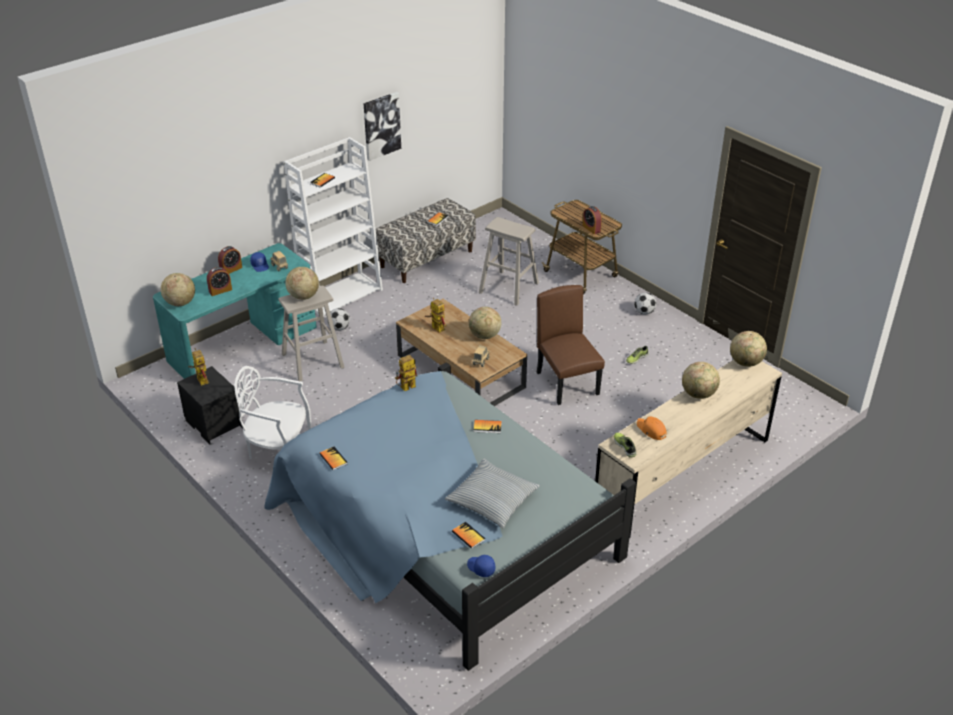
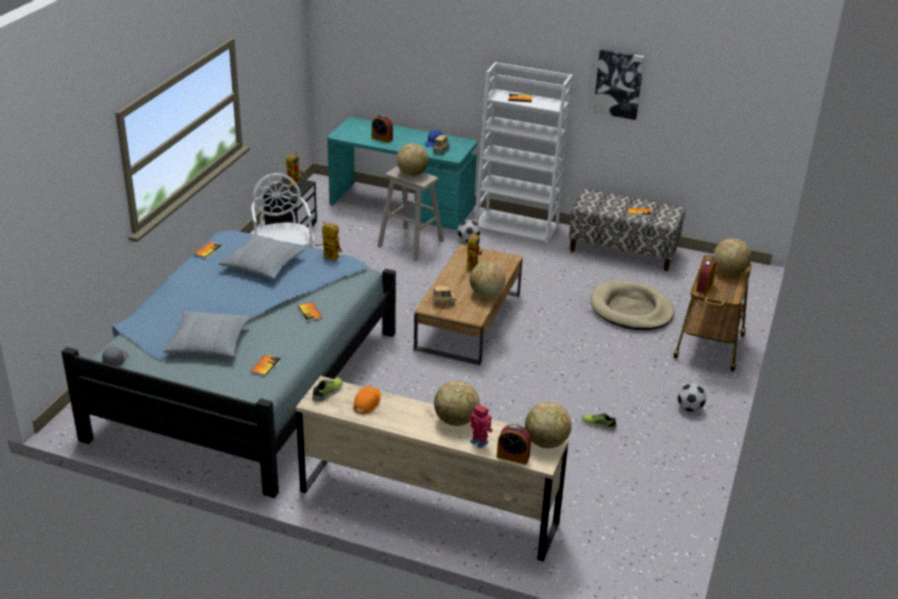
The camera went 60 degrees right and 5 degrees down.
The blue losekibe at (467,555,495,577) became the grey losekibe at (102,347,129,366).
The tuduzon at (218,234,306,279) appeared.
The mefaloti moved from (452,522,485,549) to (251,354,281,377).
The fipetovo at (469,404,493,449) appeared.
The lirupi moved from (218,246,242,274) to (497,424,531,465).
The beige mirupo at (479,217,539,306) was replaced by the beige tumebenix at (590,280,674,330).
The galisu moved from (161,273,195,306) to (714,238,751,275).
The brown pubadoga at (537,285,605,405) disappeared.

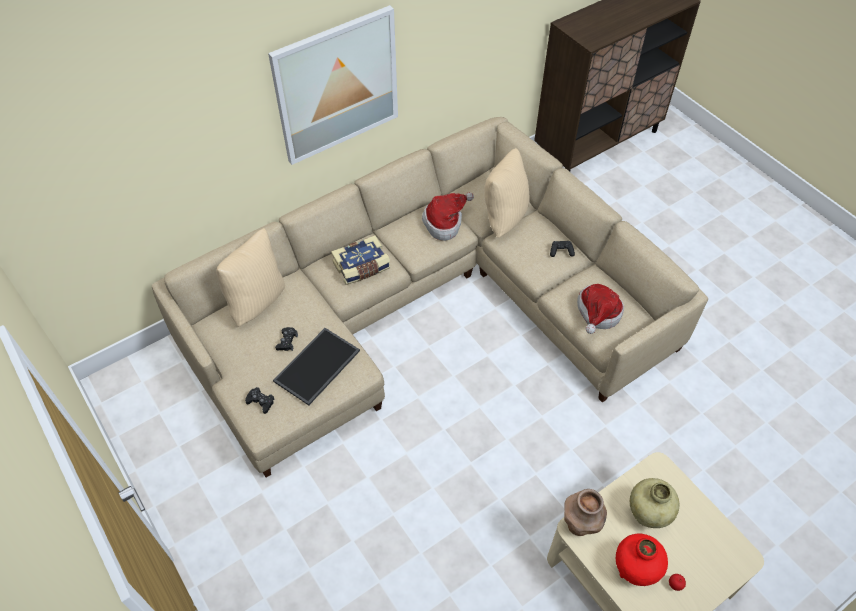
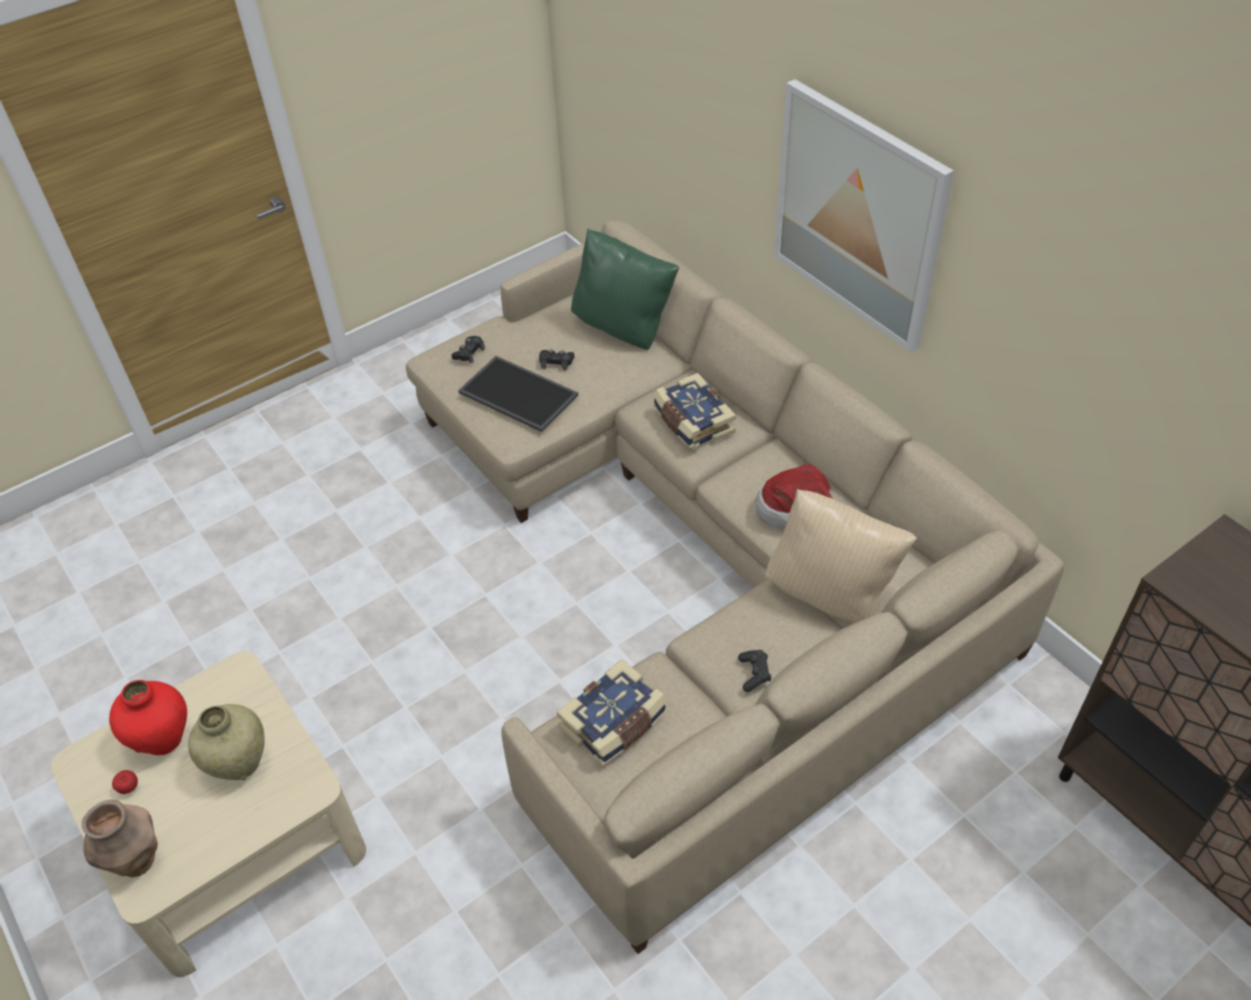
The camera went 90 degrees right and 5 degrees down.
The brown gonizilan moved from (564,489,607,536) to (82,800,158,877).
The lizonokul at (577,284,624,334) was replaced by the mefaloti at (557,659,667,767).
The beige tuduzon at (216,228,285,327) became the green tuduzon at (571,229,679,350).

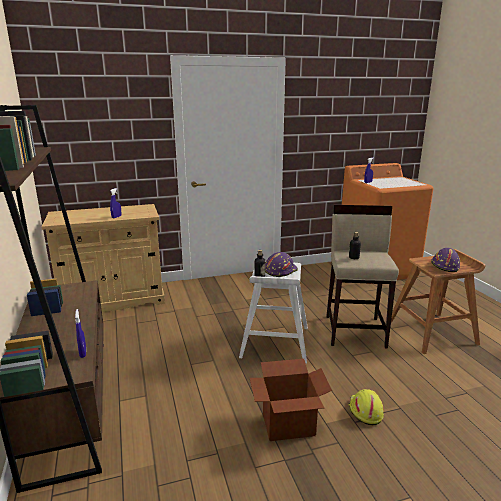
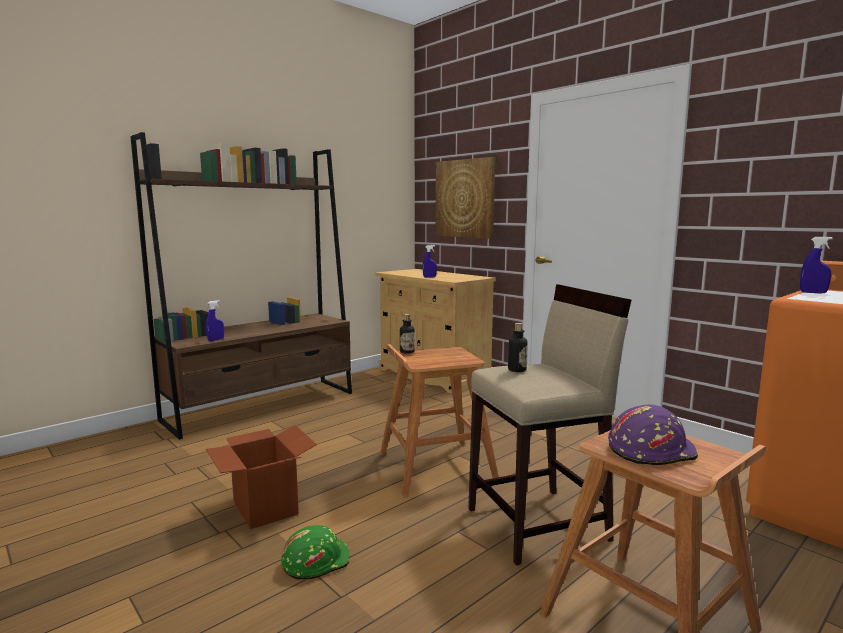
The camera went 65 degrees right and 10 degrees down.
The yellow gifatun at (348,389,384,425) became the green gifatun at (281,525,350,580).
The white mirupo at (239,263,308,364) became the brown mirupo at (380,344,499,498).
The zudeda at (435,157,495,239) appeared.
The purple gifatun at (265,252,298,277) disappeared.

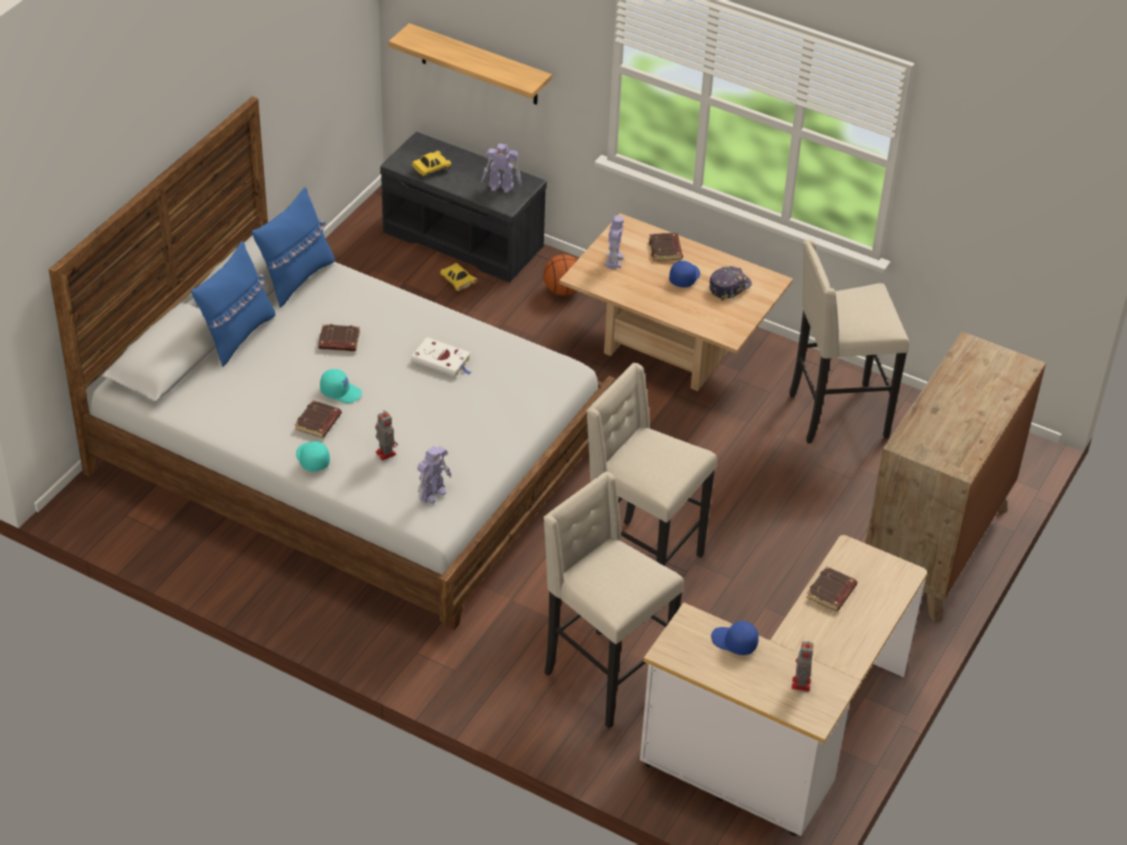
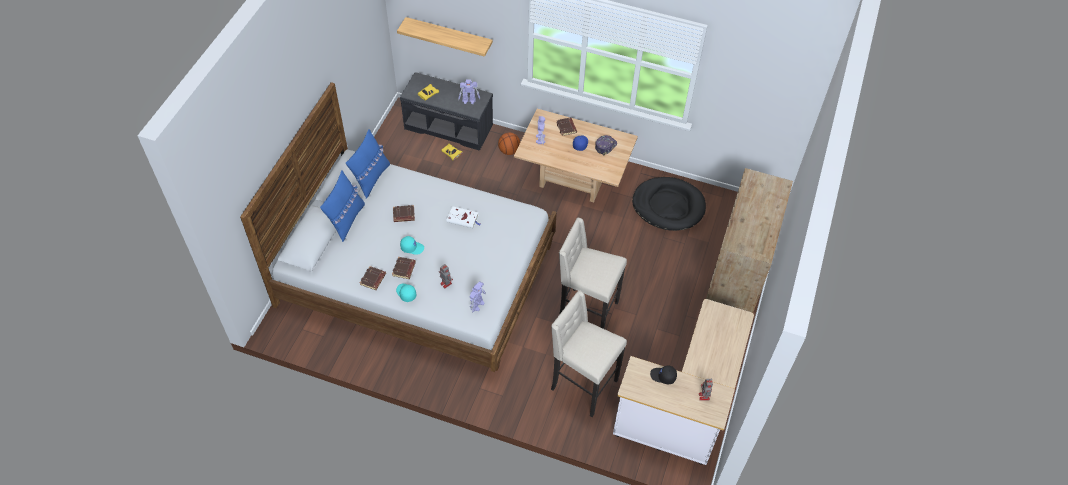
The camera went 10 degrees left and 10 degrees up.
The brown mefaloti moved from (806,566,858,611) to (360,266,386,290).
The beige mirupo at (789,240,909,444) was replaced by the black tumebenix at (632,177,706,231).
The blue losekibe at (711,621,759,655) became the black losekibe at (650,366,677,385).

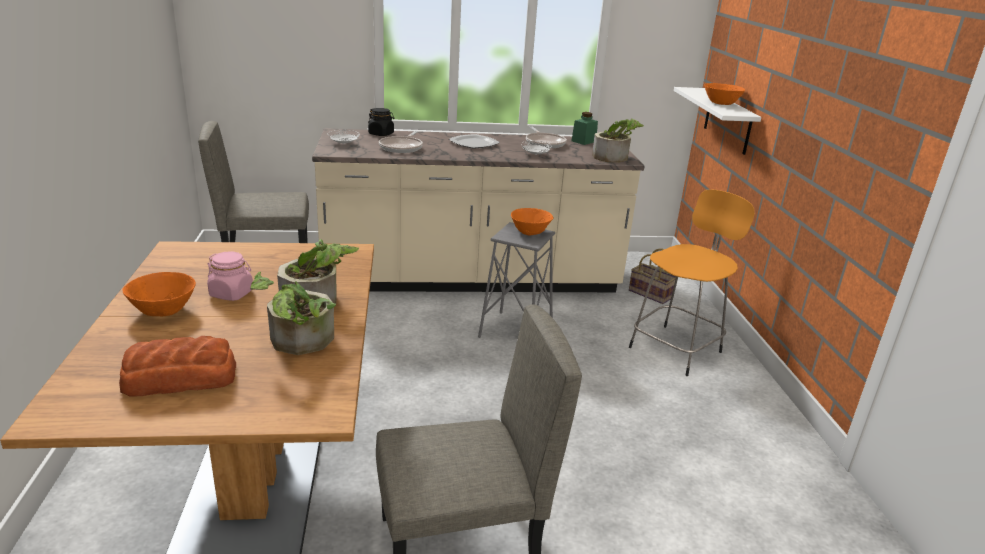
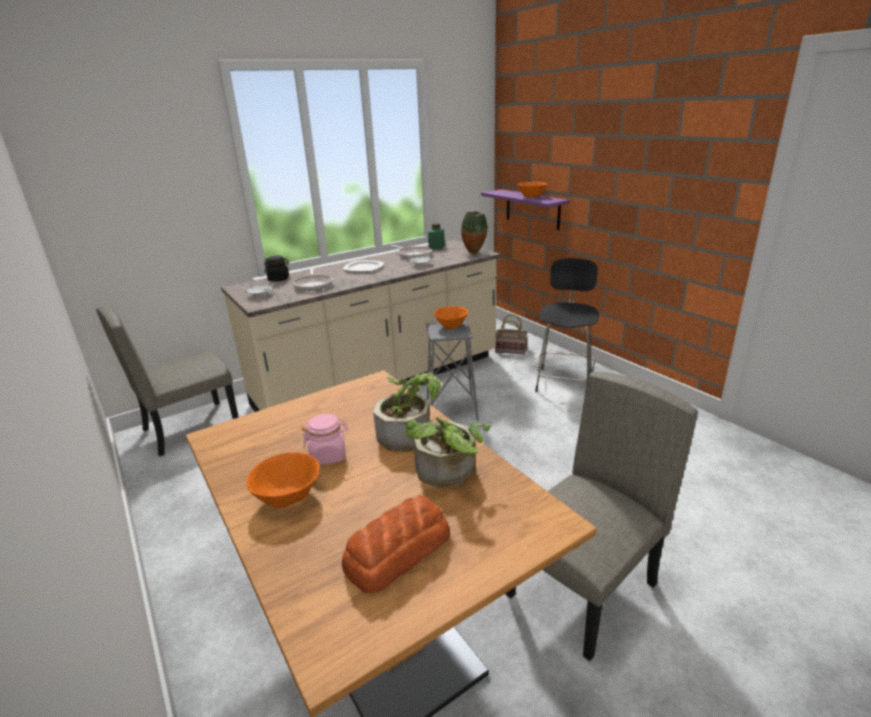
The camera went 25 degrees left and 0 degrees up.
The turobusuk at (592,119,644,163) was replaced by the gonizilan at (461,211,488,254).
The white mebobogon at (674,87,761,155) became the purple mebobogon at (481,189,570,230).
The orange mirupo at (629,189,755,376) became the black mirupo at (535,258,599,392).

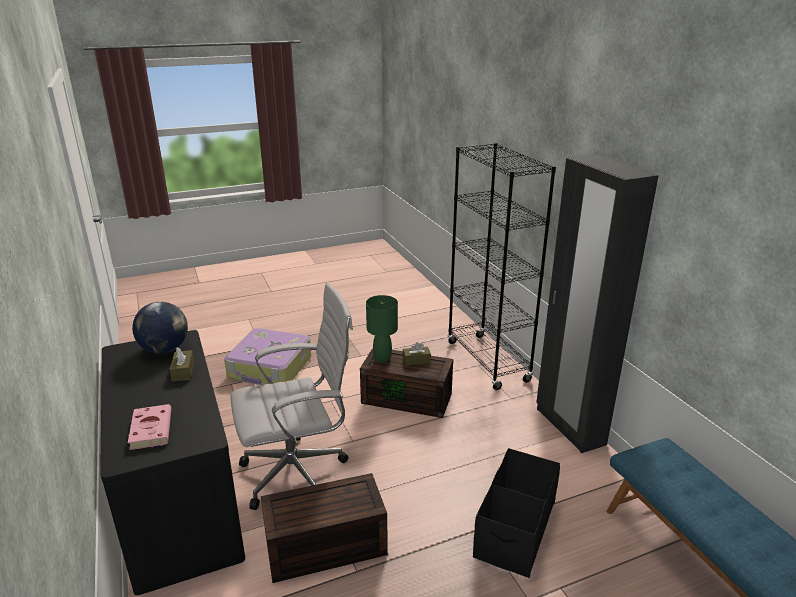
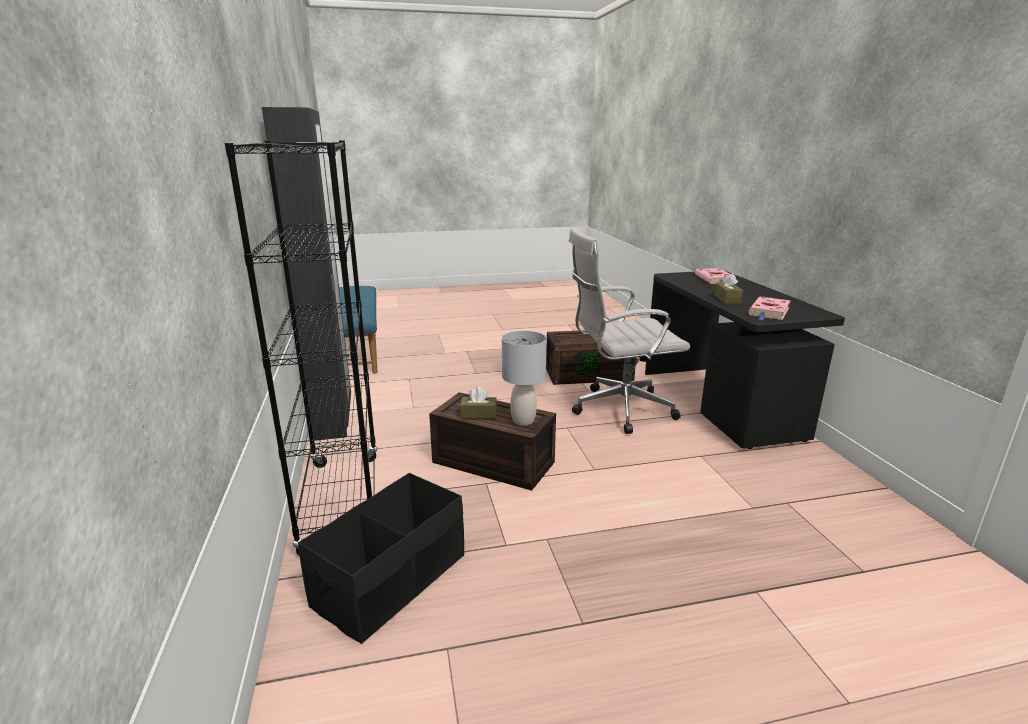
The camera went 170 degrees left and 5 degrees down.
The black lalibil moved from (473,448,560,578) to (298,473,464,644).
The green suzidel at (366,295,398,363) became the grey suzidel at (502,331,546,426).
The galisu at (132,302,188,354) was replaced by the pink mefaloti at (748,297,791,320).
The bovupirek at (224,328,311,385) disappeared.

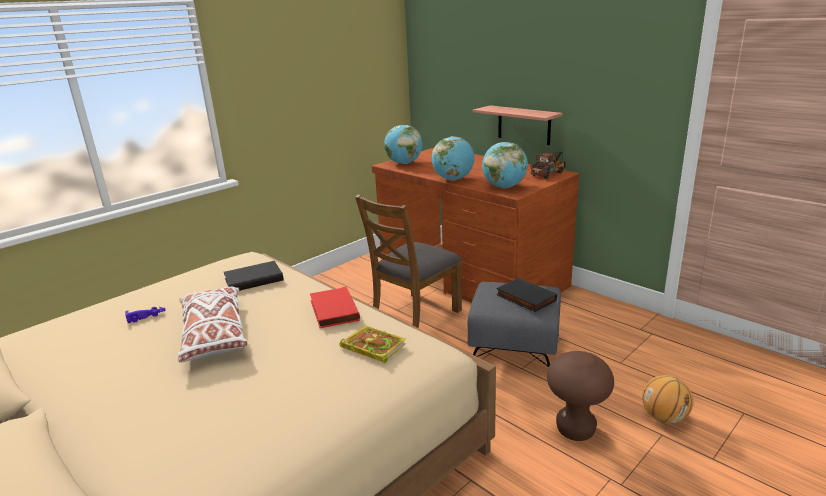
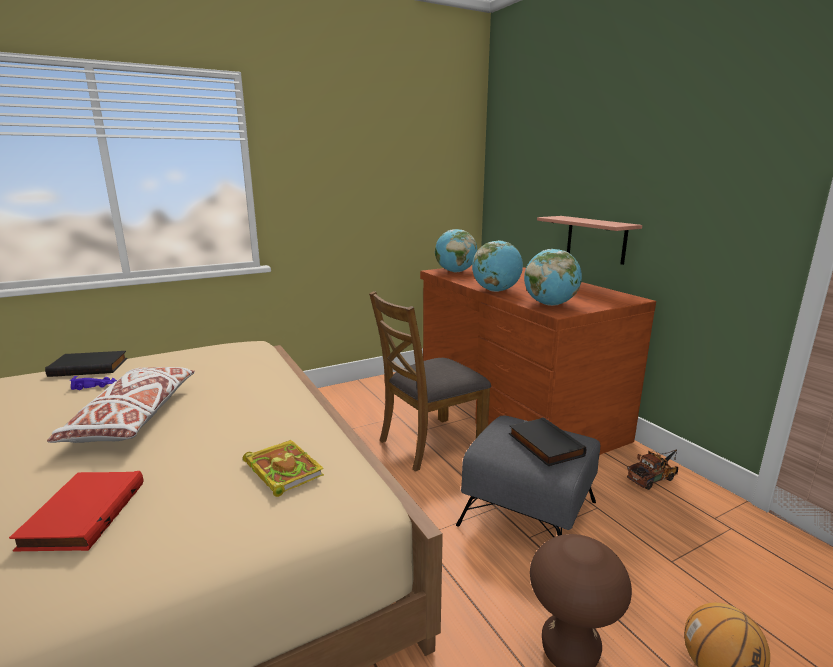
The camera went 15 degrees right and 5 degrees down.
The red mefaloti moved from (310,287,360,328) to (9,471,143,551).
The black mefaloti moved from (224,261,284,291) to (45,351,128,377).
The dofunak moved from (530,150,566,179) to (627,449,678,490).

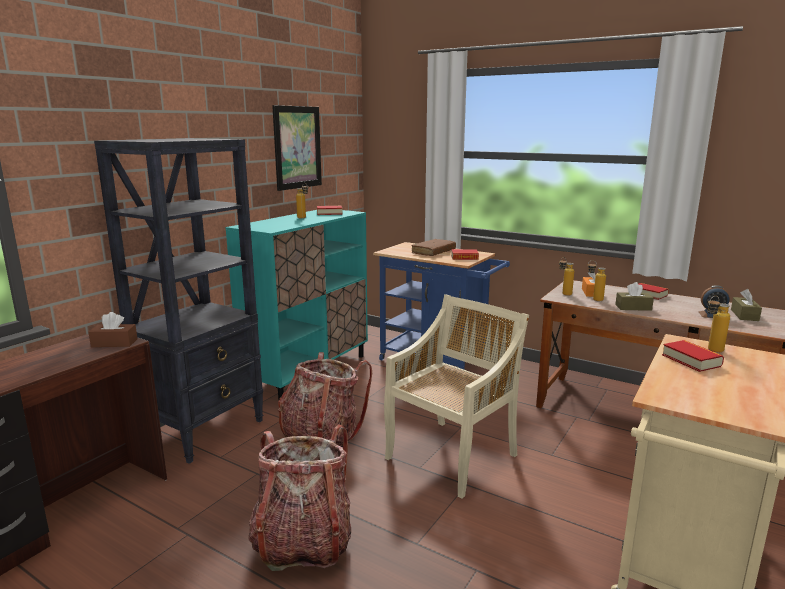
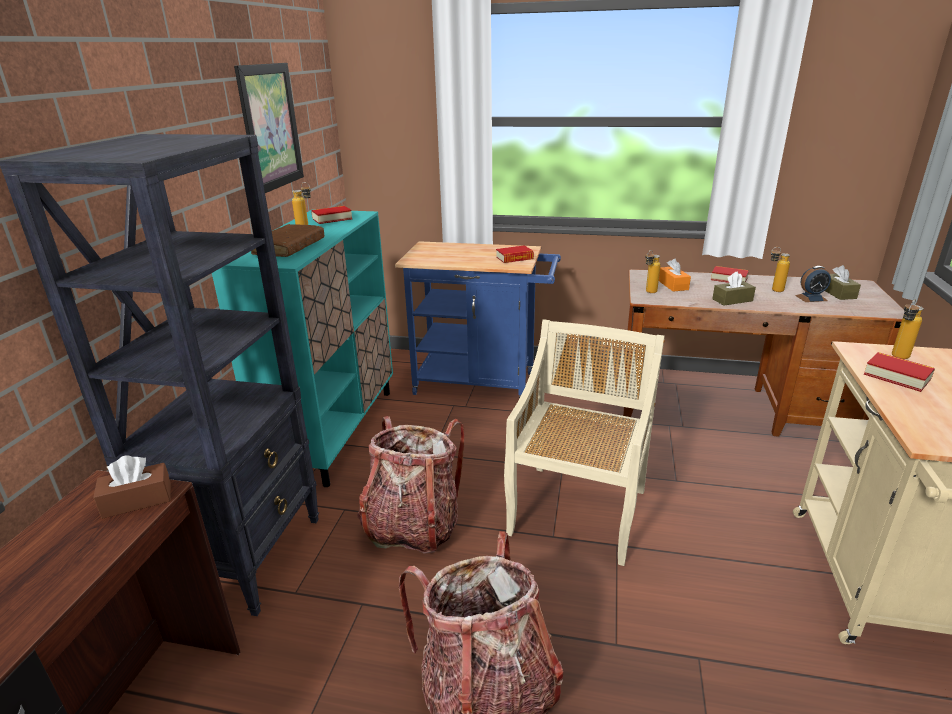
The camera went 20 degrees left and 10 degrees up.
The brown mefaloti moved from (412,239,456,256) to (251,224,324,257).
The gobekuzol moved from (588,260,606,301) to (771,247,790,292).

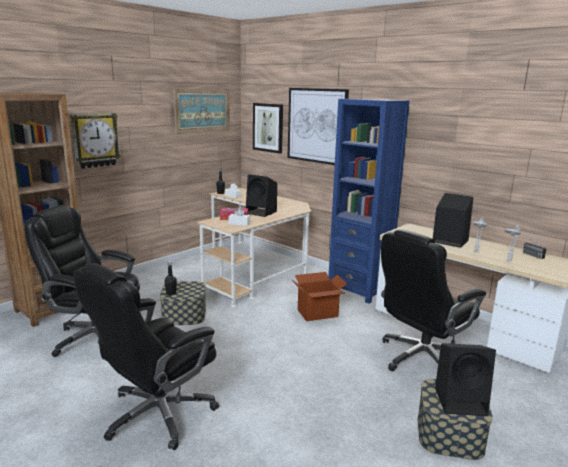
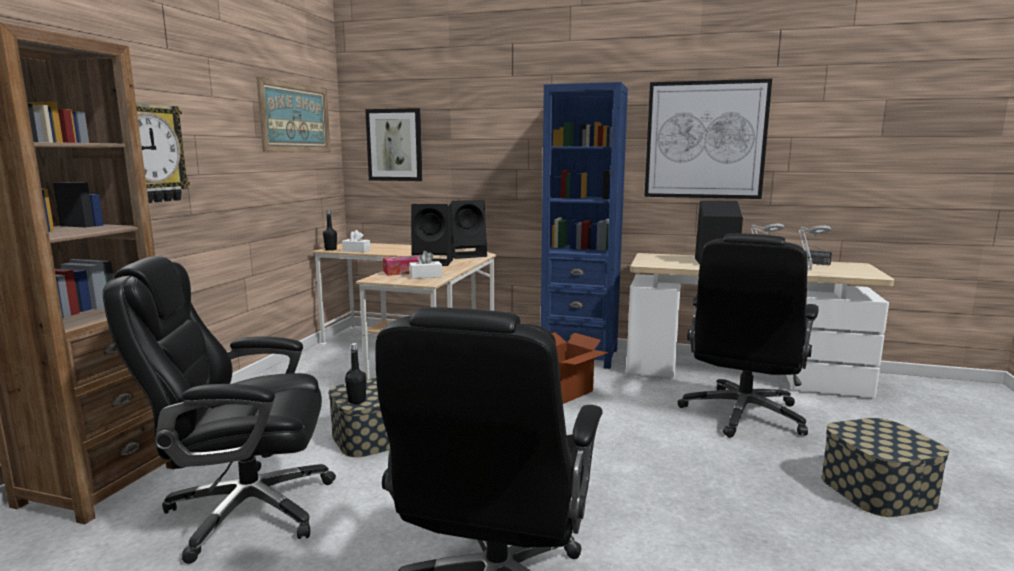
The camera went 25 degrees left and 5 degrees down.
The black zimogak moved from (435,343,496,416) to (448,200,487,259).
The zudeda moved from (288,88,349,165) to (644,79,772,199).

